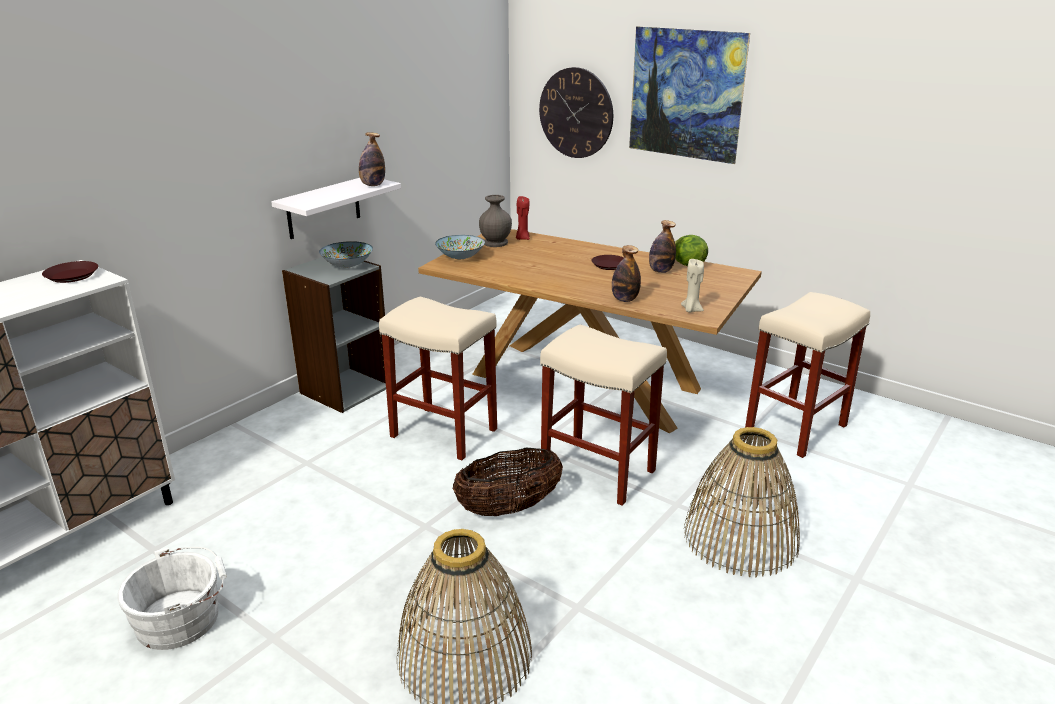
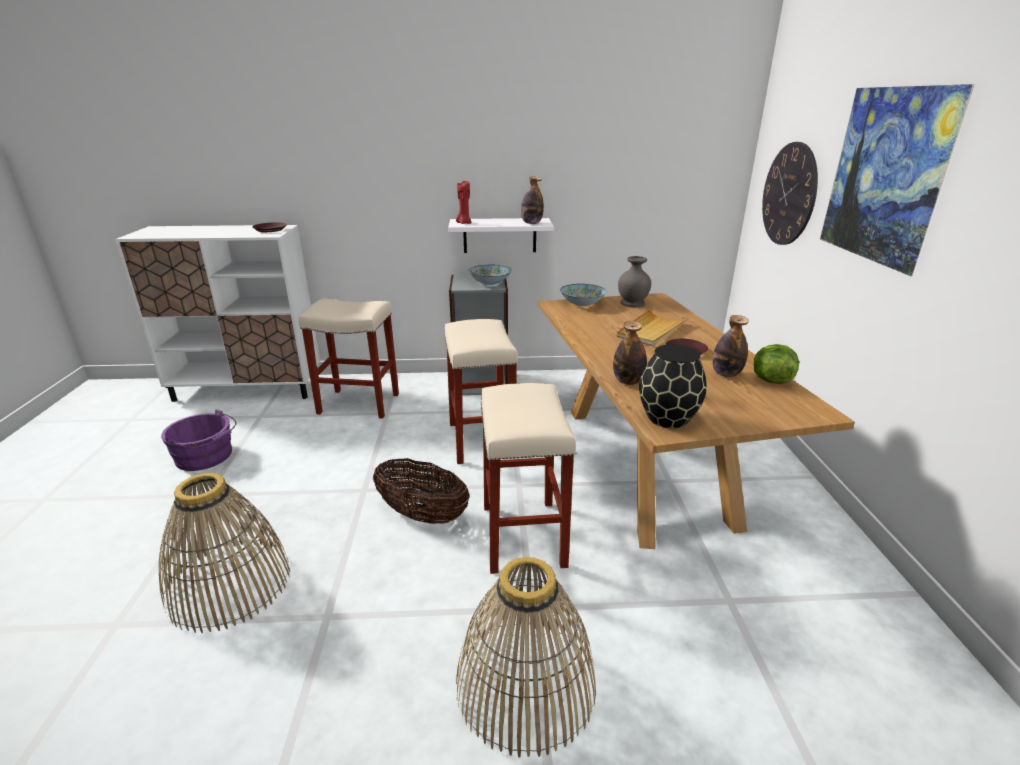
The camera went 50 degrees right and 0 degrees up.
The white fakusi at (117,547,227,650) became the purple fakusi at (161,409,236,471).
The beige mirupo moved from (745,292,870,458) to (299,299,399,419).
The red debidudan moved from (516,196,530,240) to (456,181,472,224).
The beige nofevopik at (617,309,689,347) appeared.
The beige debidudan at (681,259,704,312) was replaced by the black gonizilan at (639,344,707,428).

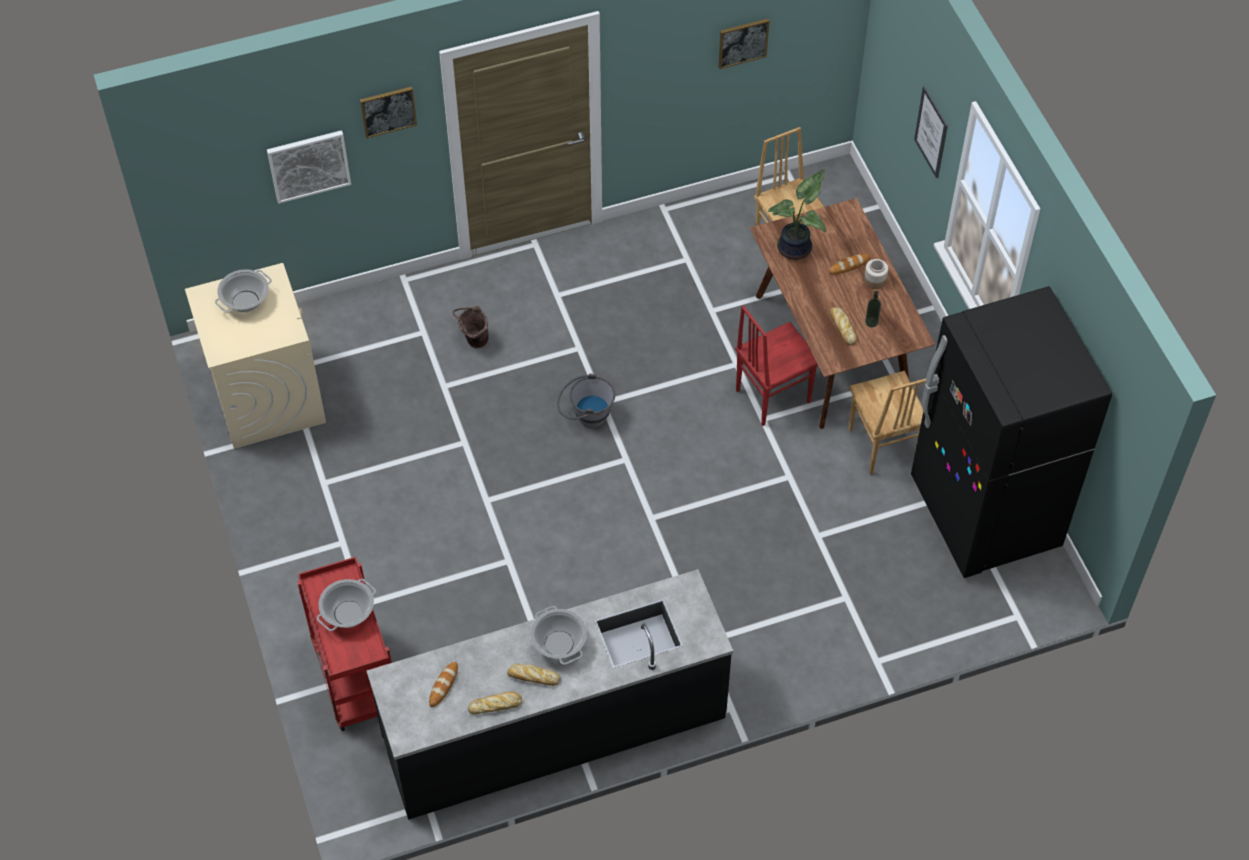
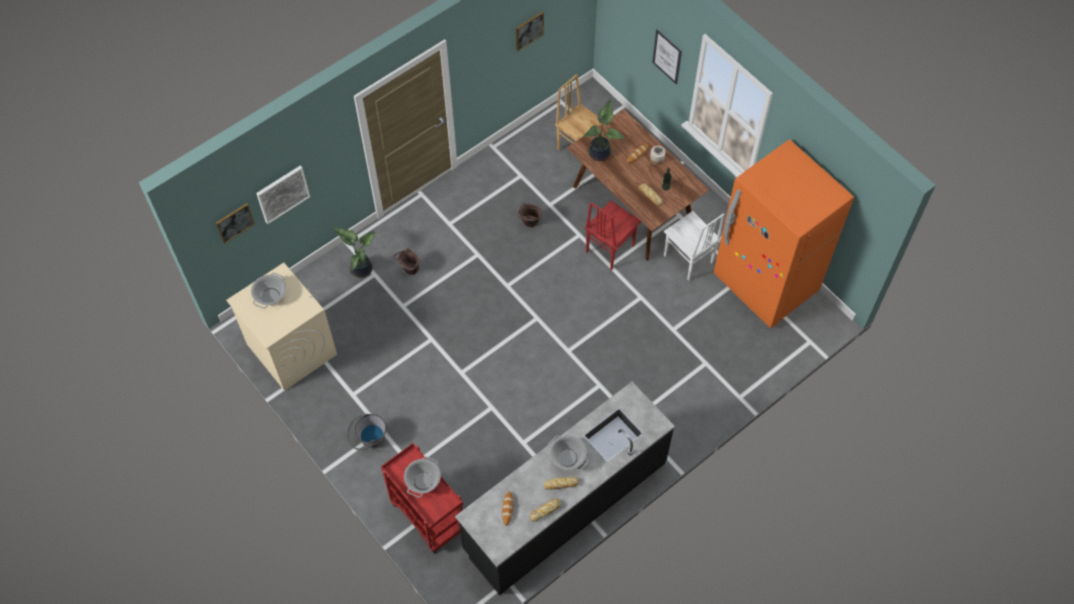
The camera went 20 degrees left and 5 degrees up.
The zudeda moved from (360,86,417,138) to (216,203,255,244).
The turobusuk at (333,228,375,278) appeared.
The grey fakusi moved from (557,374,615,428) to (347,414,387,450).
The brown fakusi at (517,203,542,227) appeared.
The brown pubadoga at (849,371,926,475) became the white pubadoga at (664,211,724,281).
The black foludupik at (911,286,1112,578) became the orange foludupik at (713,139,854,328).

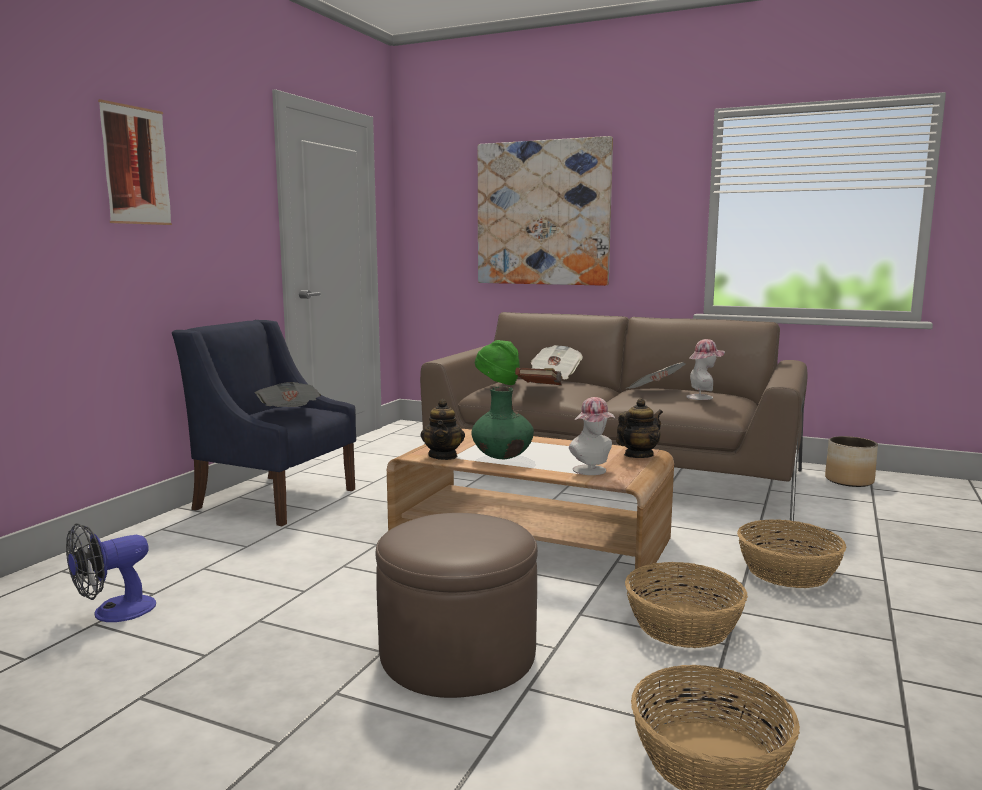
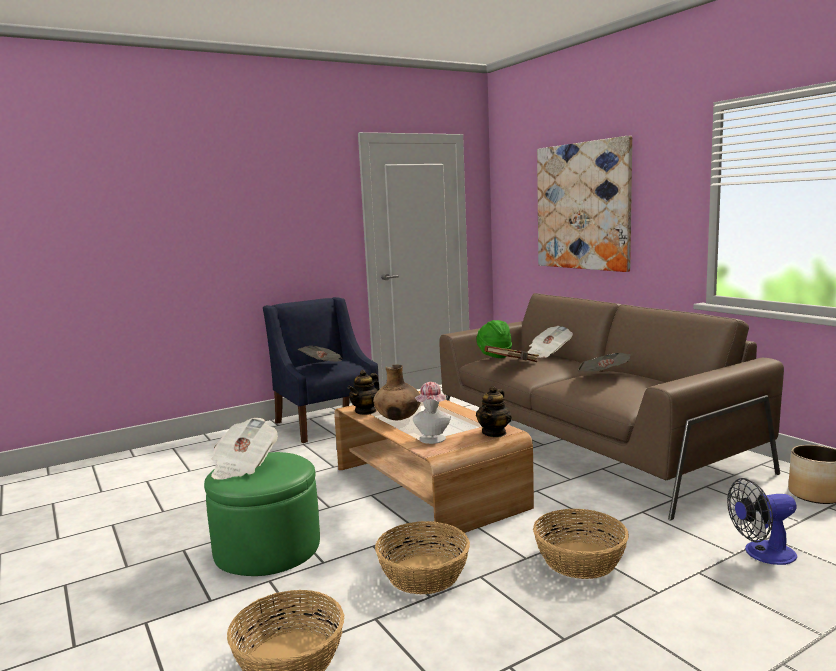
The camera went 35 degrees right and 0 degrees up.
The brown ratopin at (376,513,538,698) became the green ratopin at (204,452,320,576).
The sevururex at (212,418,278,480) appeared.
The green gonizilan at (471,386,534,459) became the brown gonizilan at (373,364,421,420).
The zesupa at (616,398,663,458) turned 120 degrees clockwise.
The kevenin moved from (66,523,156,622) to (727,478,797,565).
The zudeda at (98,99,172,225) disappeared.
The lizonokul at (686,339,725,400) disappeared.

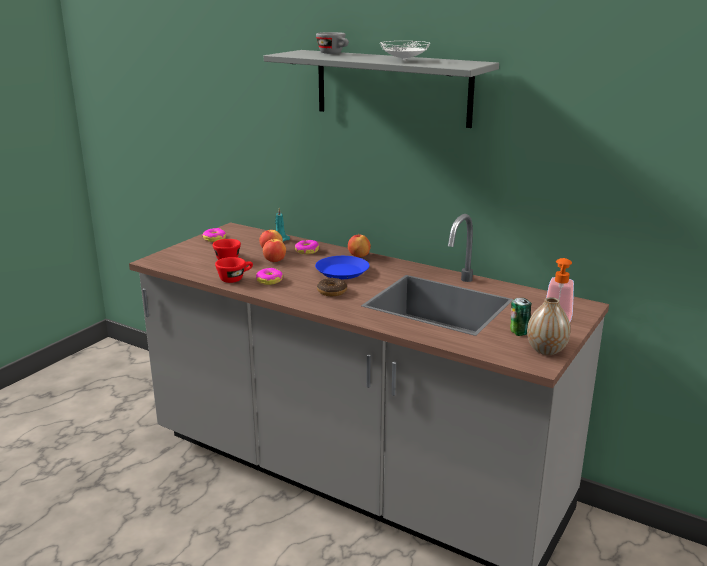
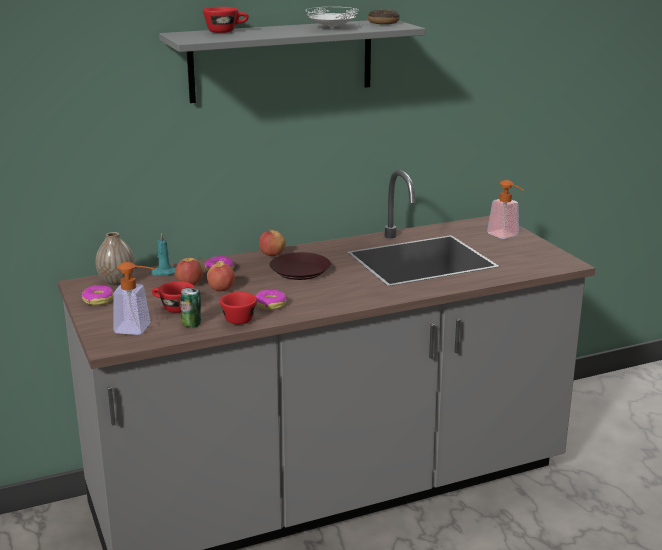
The camera went 55 degrees left and 0 degrees up.
The gonizilan moved from (527,297,571,355) to (95,232,135,285).
The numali at (114,262,155,335) appeared.
The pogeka moved from (510,298,532,336) to (180,287,201,328).
The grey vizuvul at (316,32,349,54) became the red vizuvul at (203,7,249,33).
The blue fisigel at (315,256,369,279) became the brown fisigel at (269,252,331,280).
The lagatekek moved from (317,278,347,296) to (368,10,400,24).

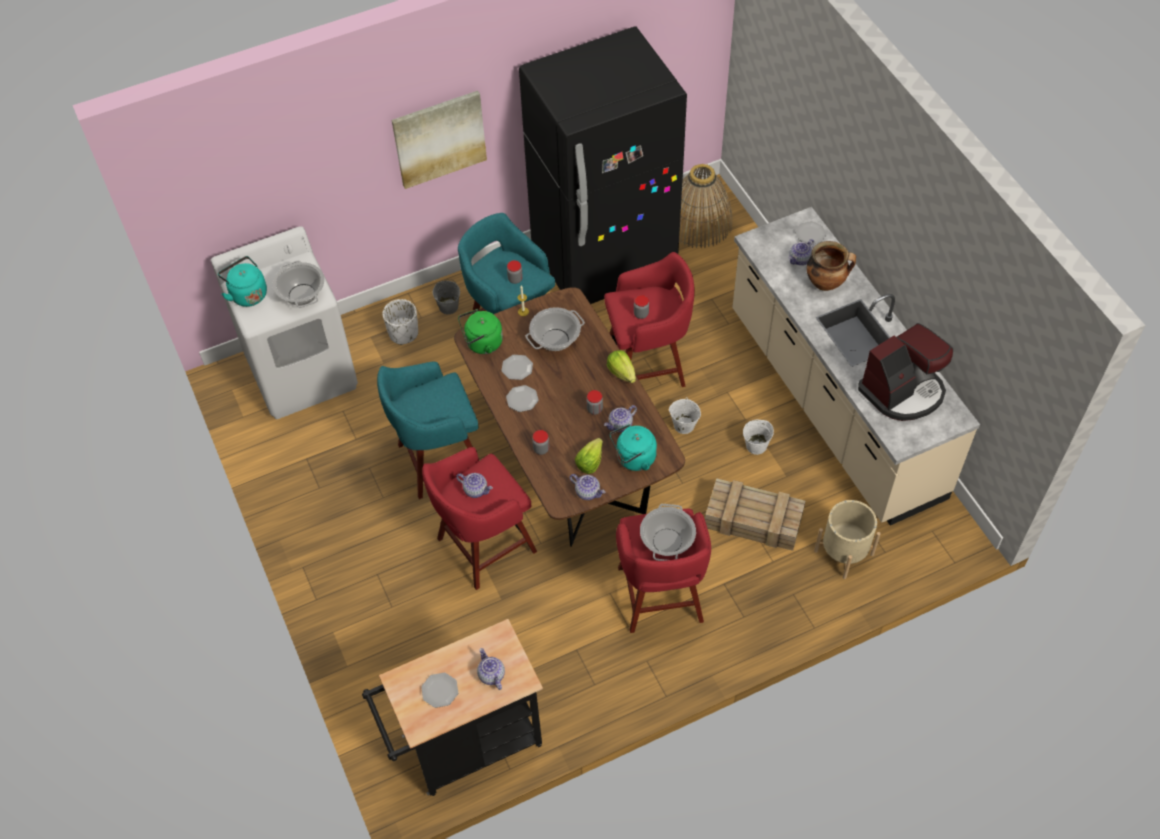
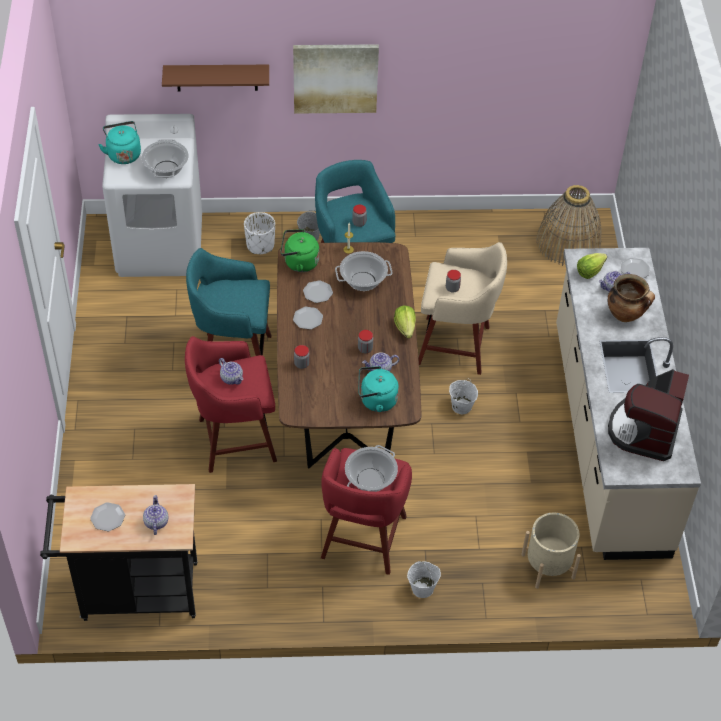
The camera went 20 degrees right and 5 degrees down.
The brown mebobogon at (162,65,269,91) appeared.
The white fakusi moved from (743,420,774,455) to (407,561,441,598).
The red mirupo at (604,252,695,387) became the beige mirupo at (418,242,507,375).
The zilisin moved from (575,438,603,474) to (577,253,607,279).
The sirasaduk at (858,323,953,421) turned 120 degrees clockwise.
The black foludupik at (519,27,687,304) disappeared.
The zesupa at (570,474,605,500) disappeared.
The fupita at (705,478,805,551) disappeared.

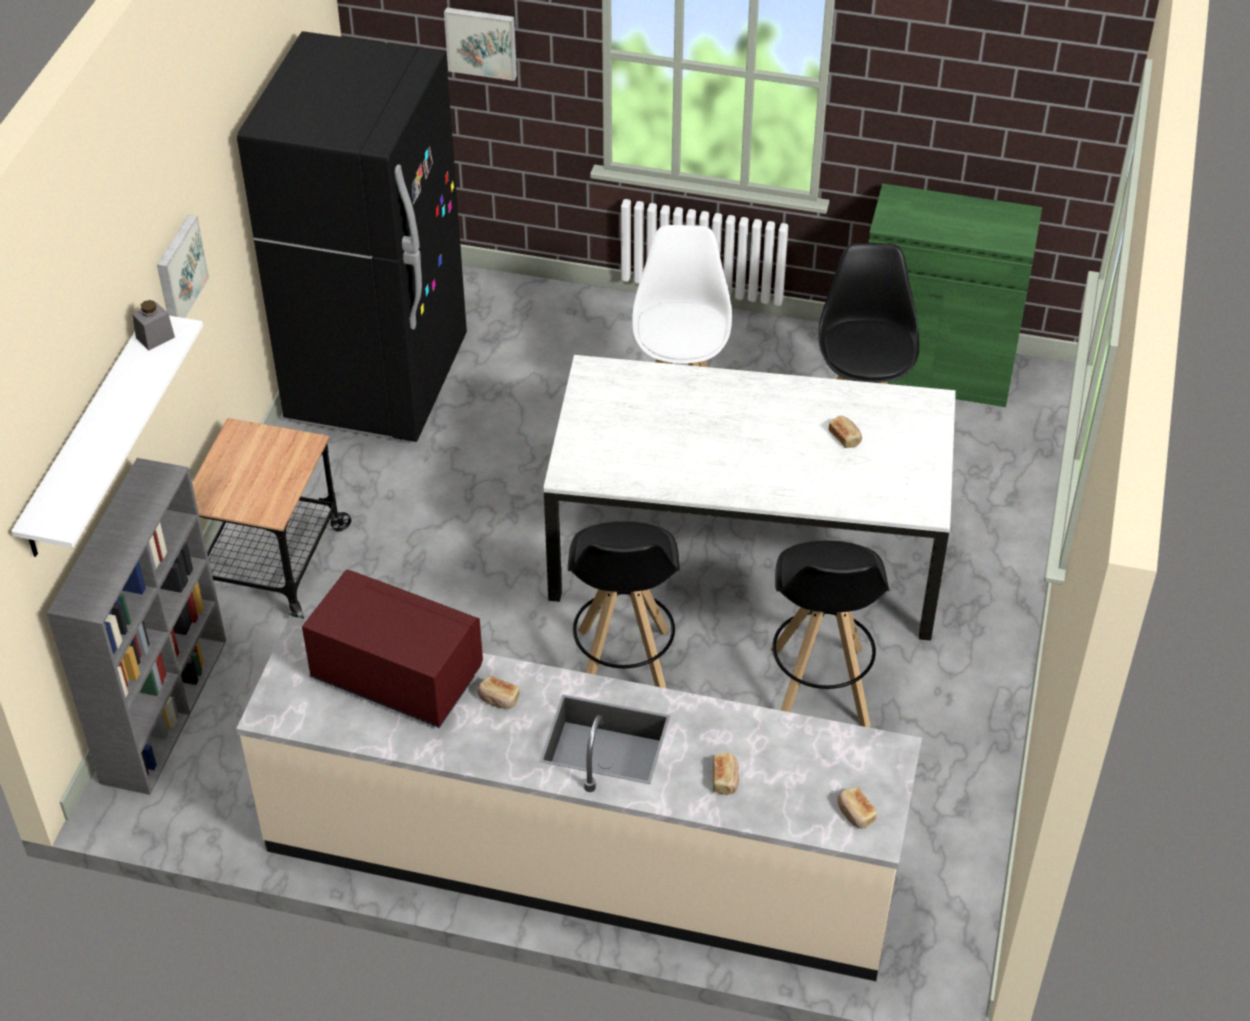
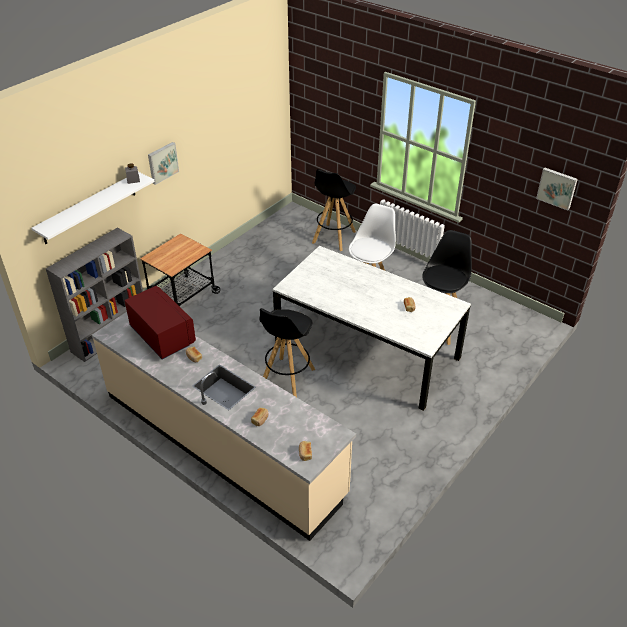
The camera went 25 degrees right and 5 degrees down.
The black mirupo moved from (770,541,889,728) to (312,169,356,251).
The zudeda moved from (444,7,517,81) to (536,168,578,210).
The black foludupik at (237,31,467,442) disappeared.
The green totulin at (868,183,1042,407) disappeared.

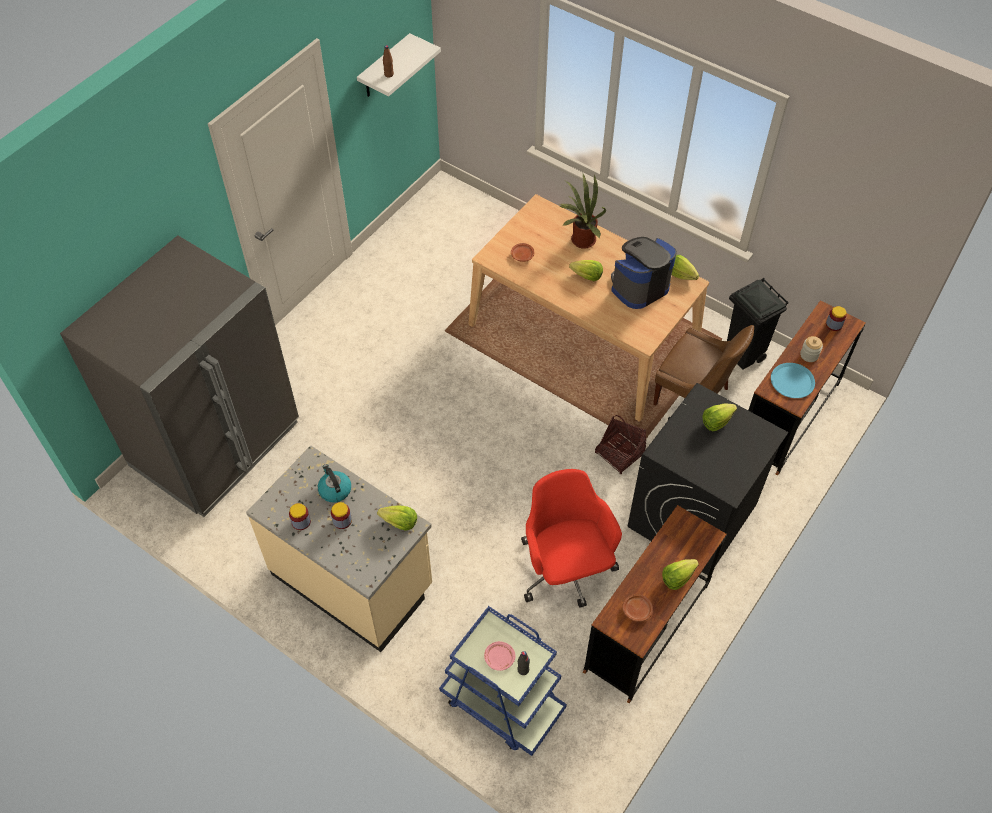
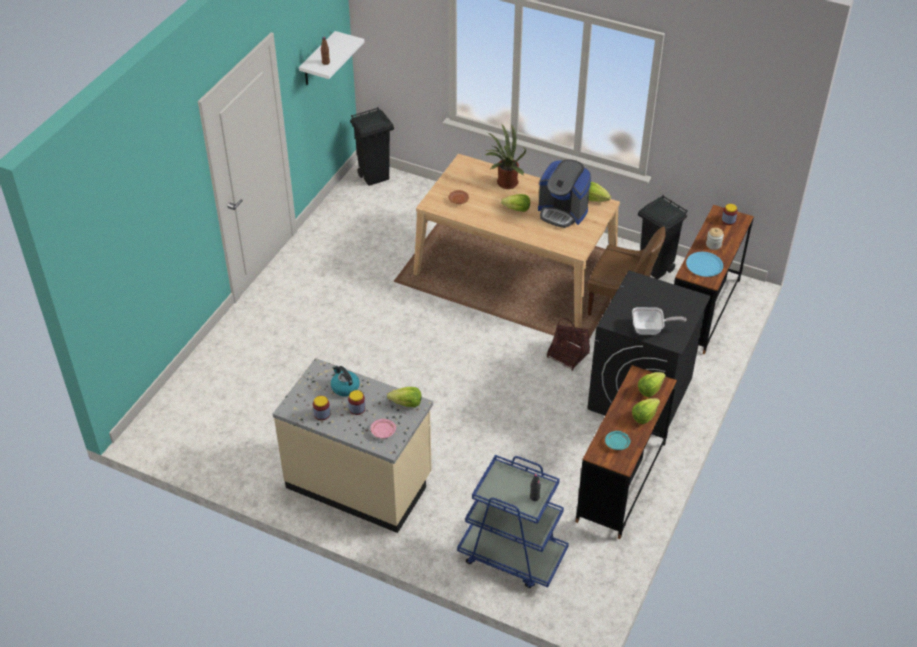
The camera went 10 degrees left and 10 degrees down.
The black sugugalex at (350,107,394,186) appeared.
The pink fisigel moved from (484,641,515,671) to (370,419,396,438).
The sirasaduk at (611,237,677,309) turned 105 degrees counterclockwise.
The brown fisigel at (622,594,653,622) became the turquoise fisigel at (605,431,631,450).
The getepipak at (632,307,687,335) appeared.
The zilisin moved from (702,404,737,431) to (638,372,666,397).
The grey foludupik at (60,235,299,517) disappeared.
The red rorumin at (521,469,622,608) disappeared.

